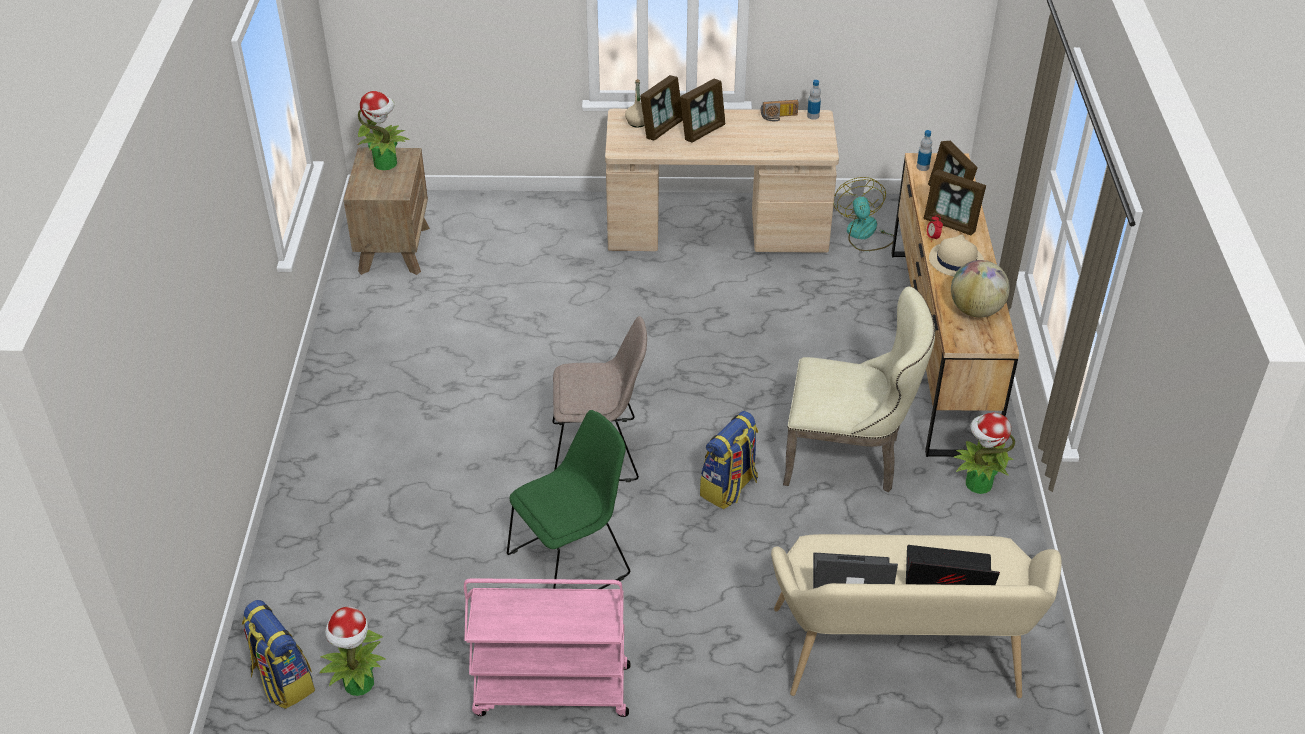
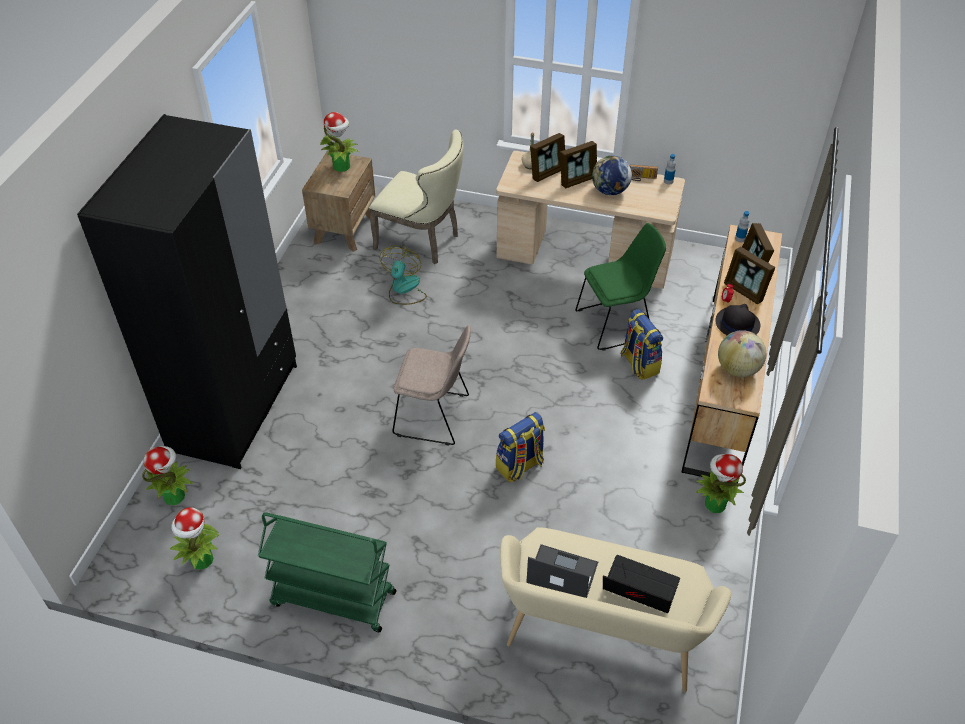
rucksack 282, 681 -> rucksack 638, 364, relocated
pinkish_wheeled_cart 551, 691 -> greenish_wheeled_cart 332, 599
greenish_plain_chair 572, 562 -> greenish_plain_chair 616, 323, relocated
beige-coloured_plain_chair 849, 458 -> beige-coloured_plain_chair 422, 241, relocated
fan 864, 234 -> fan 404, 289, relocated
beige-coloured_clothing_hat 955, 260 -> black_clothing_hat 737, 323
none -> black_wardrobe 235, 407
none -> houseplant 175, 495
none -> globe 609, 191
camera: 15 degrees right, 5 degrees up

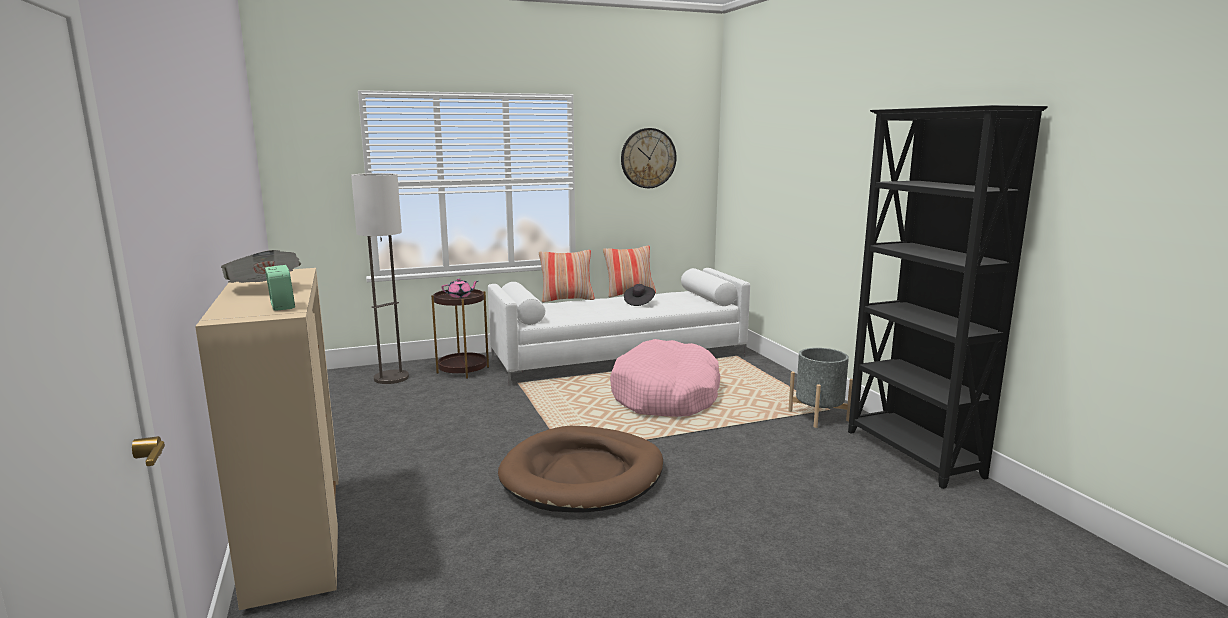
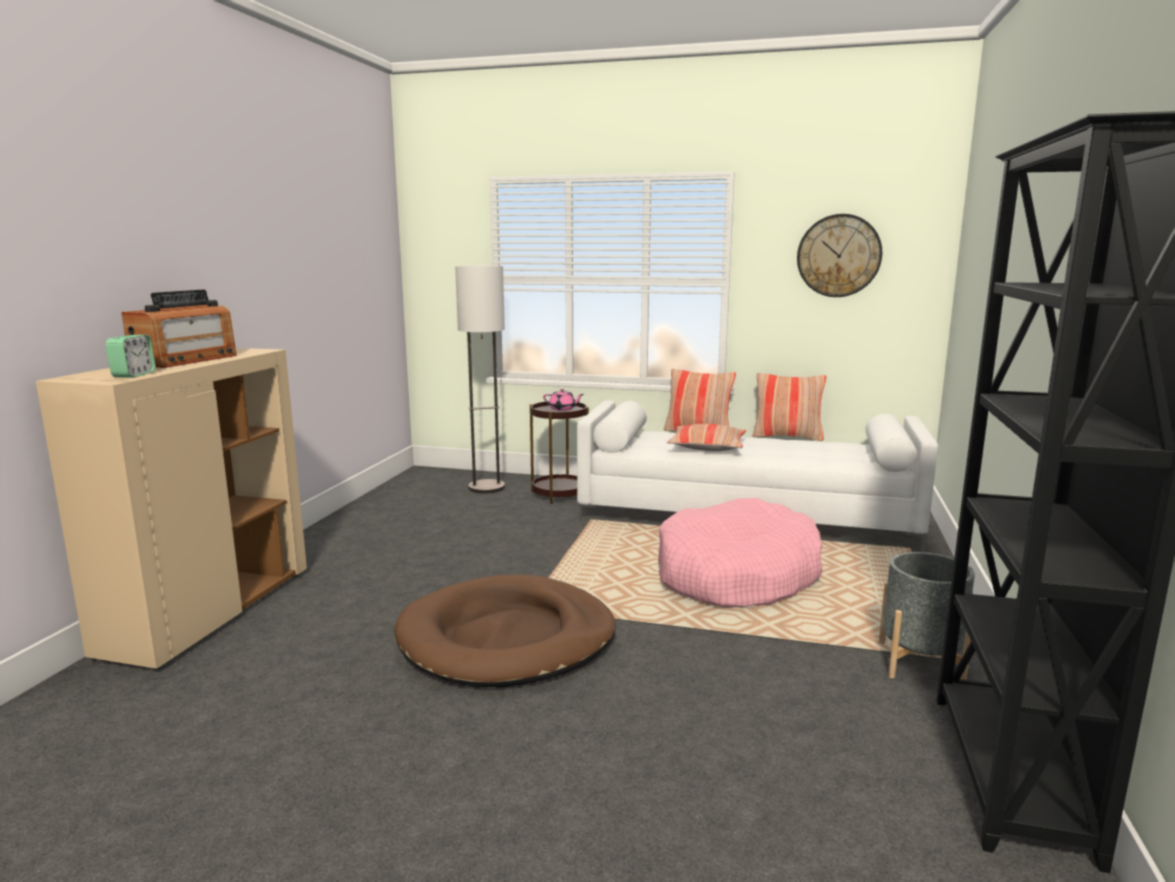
newspaper 264, 288 -> radio_receiver 185, 360
black_clothing_hat 639, 302 -> none
none -> cushion 707, 447
camera: 35 degrees right, 0 degrees up

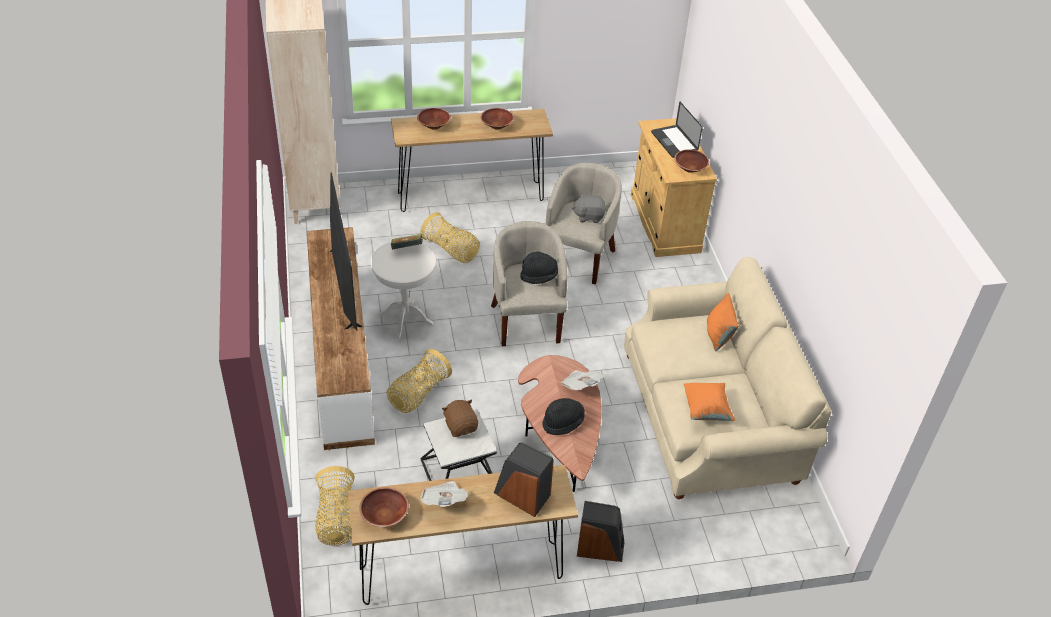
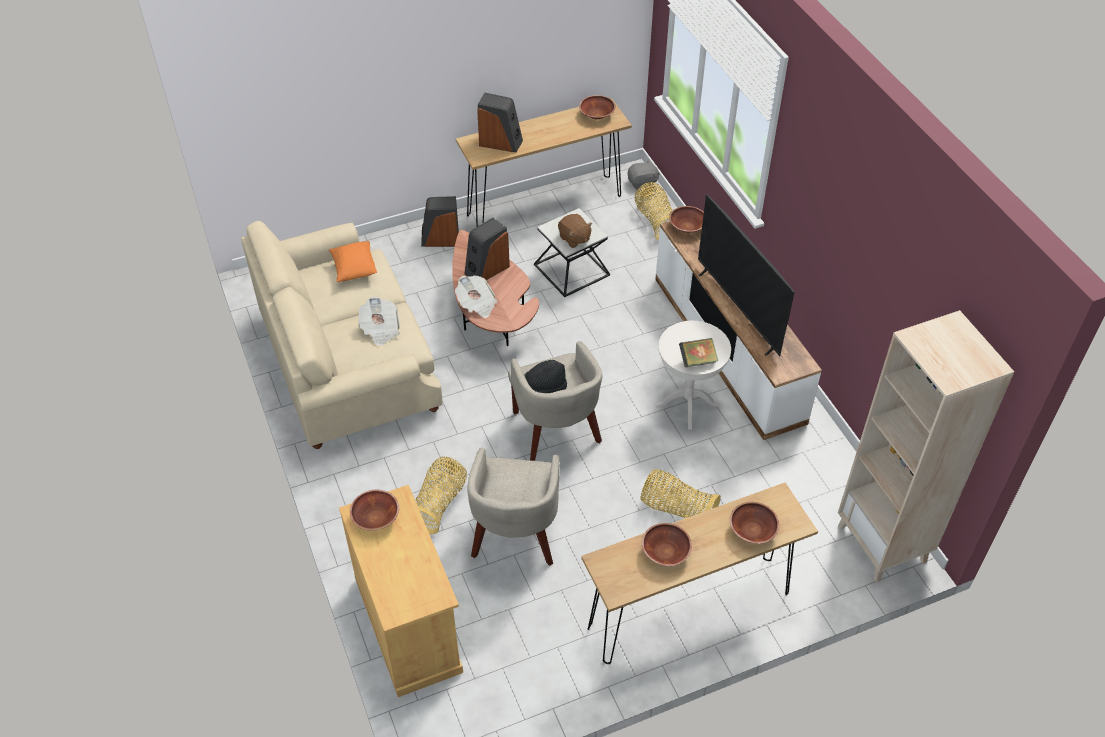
storage_basket 418, 394 -> storage_basket 438, 504, relocated
newspaper 444, 502 -> newspaper 380, 329, relocated
black_clothing_hat 563, 423 -> speaker 486, 269
gray_cuddly_toy 589, 216 -> gray_cuddly_toy 642, 183, relocated
notebook_computer 674, 142 -> none
orange_cushion 718, 336 -> none
none -> brown_serving_bowl 687, 227
camera: 170 degrees right, 5 degrees up

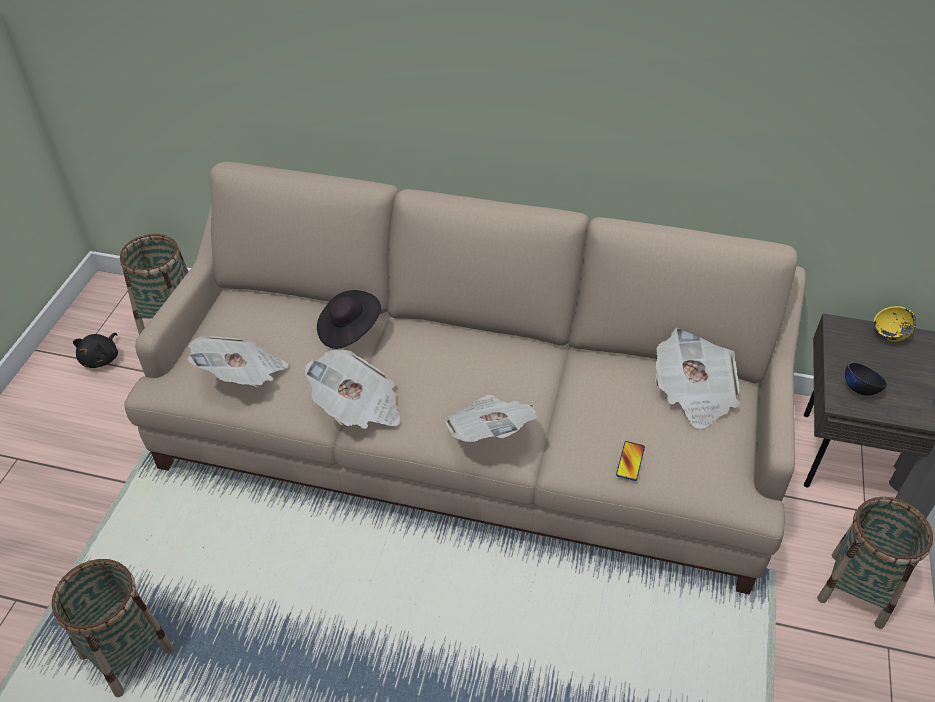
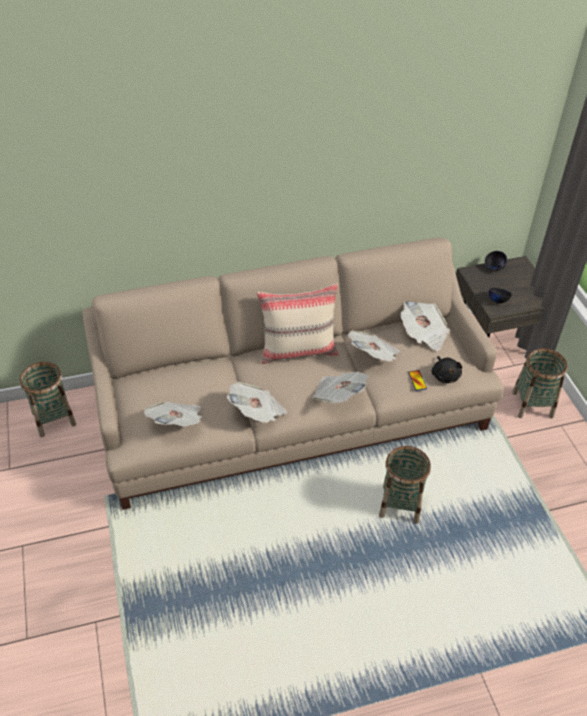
storage_basket 126, 652 -> storage_basket 400, 504, relocated
black_cuddly_toy 102, 358 -> black_cuddly_toy 445, 375, relocated
black_clothing_hat 348, 330 -> none
yellowish_serving_bowl 889, 335 -> black_serving_bowl 494, 268
none -> beige-coloured_cushion 298, 350
none -> newspaper 374, 356
camera: 30 degrees left, 0 degrees up

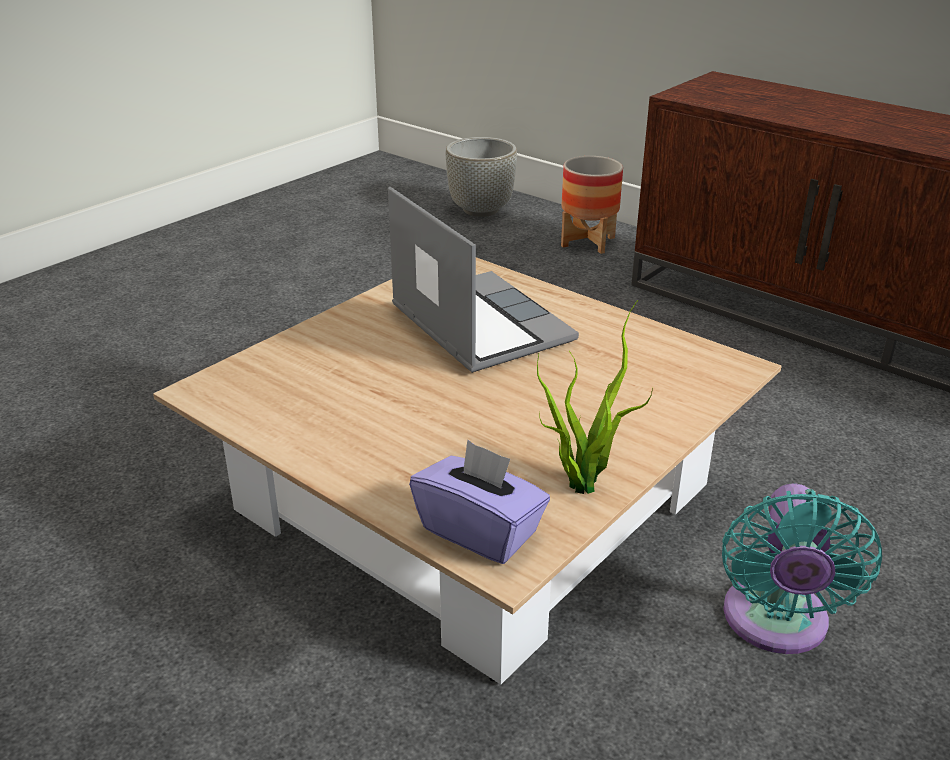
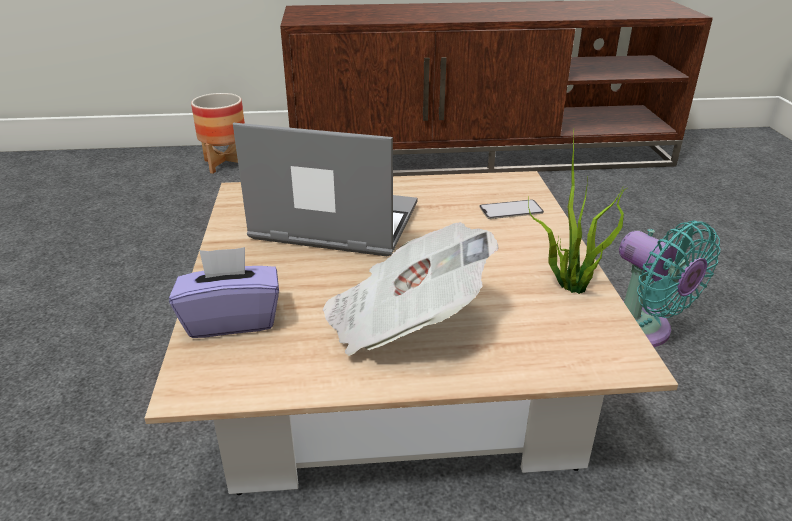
purple-coloured_box_of_tissues 480, 531 -> purple-coloured_box_of_tissues 232, 320, relocated
gray_plant_pot 481, 210 -> none
none -> newspaper 403, 322
none -> phone 511, 210
camera: 45 degrees left, 0 degrees up

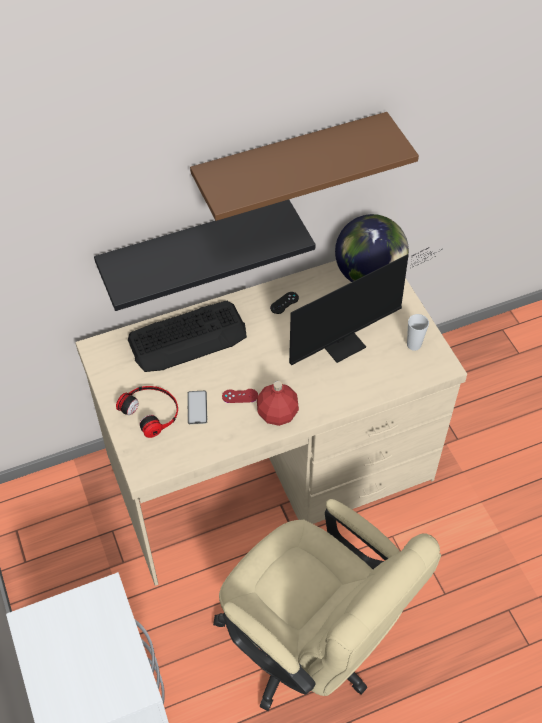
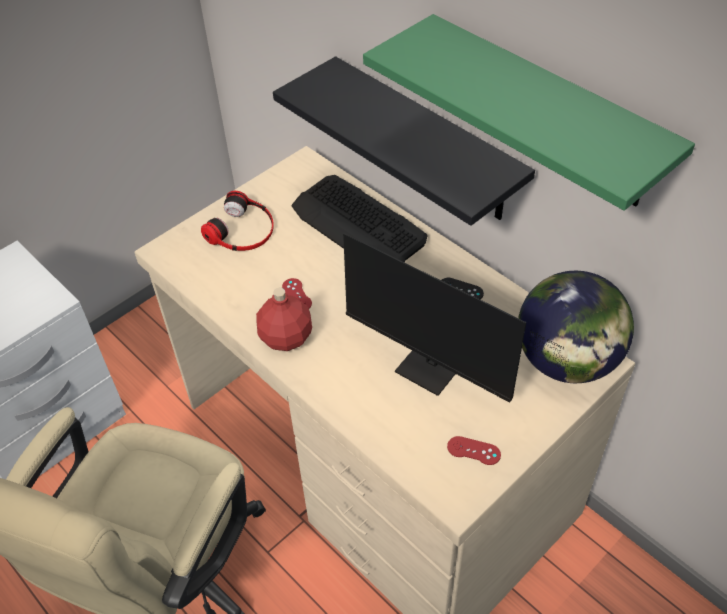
phone 197, 407 -> none
brown_bracket_shelf 290, 162 -> greenish_bracket_shelf 545, 113
cup 414, 345 -> red_game_controller 473, 450
camera: 70 degrees right, 5 degrees down

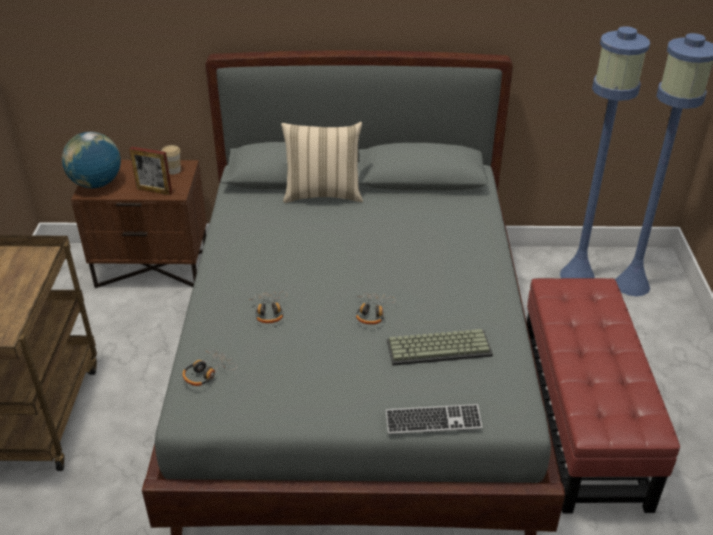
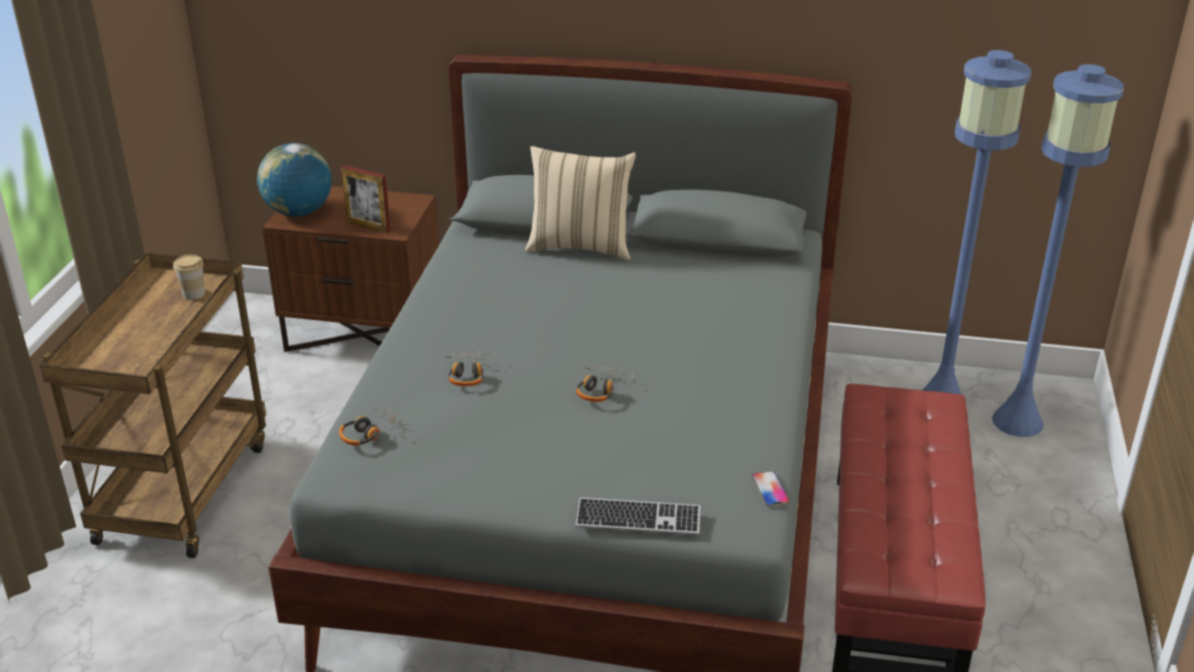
cup 173, 170 -> cup 193, 294, relocated
PC_keyboard 439, 347 -> none
none -> phone 770, 489
camera: 10 degrees right, 5 degrees down

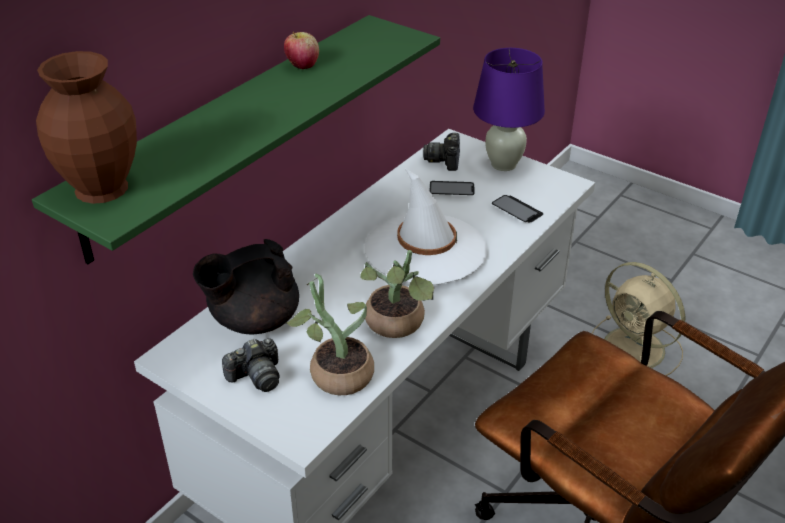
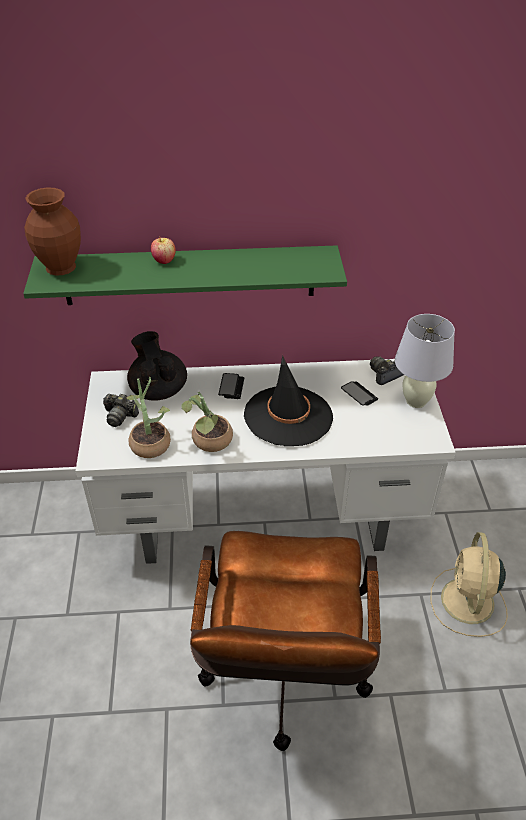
black_pot_for_tea 253, 320 -> black_pot_for_tea 158, 389, 45 degrees clockwise
whole_apple 302, 66 -> whole_apple 164, 260, relocated
white_clothing_hat 425, 249 -> black_clothing_hat 288, 416
purple-coloured_table_lamp 503, 164 -> white_table_lamp 415, 401
phone 517, 210 -> phone 231, 387, relocated
camera: 50 degrees right, 5 degrees up

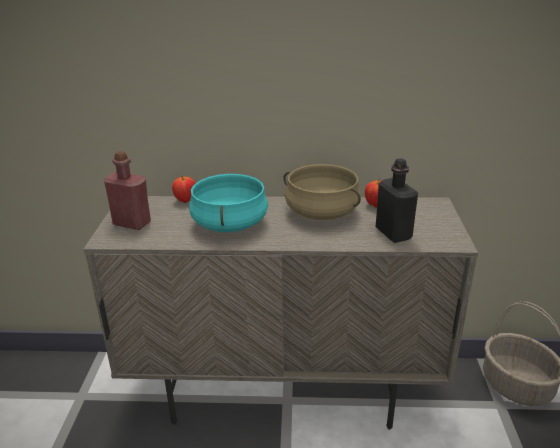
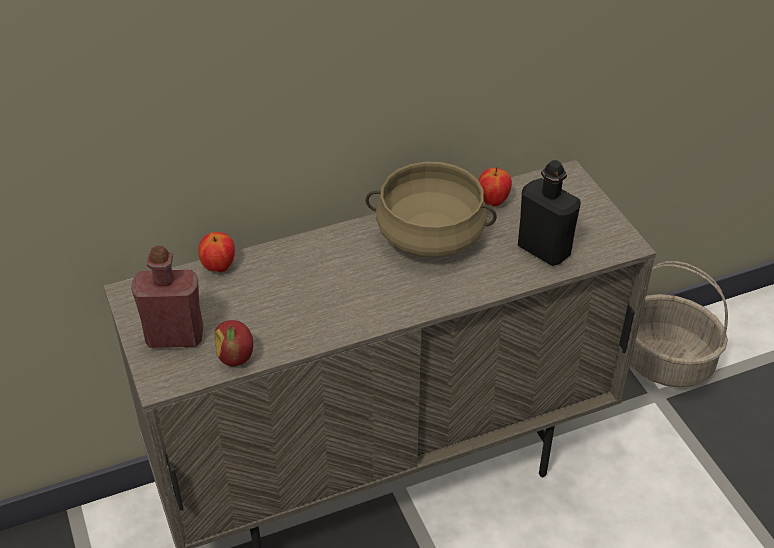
turquoise_cooking_pot 229, 224 -> none
none -> whole_apple 236, 358
camera: 25 degrees left, 15 degrees up

